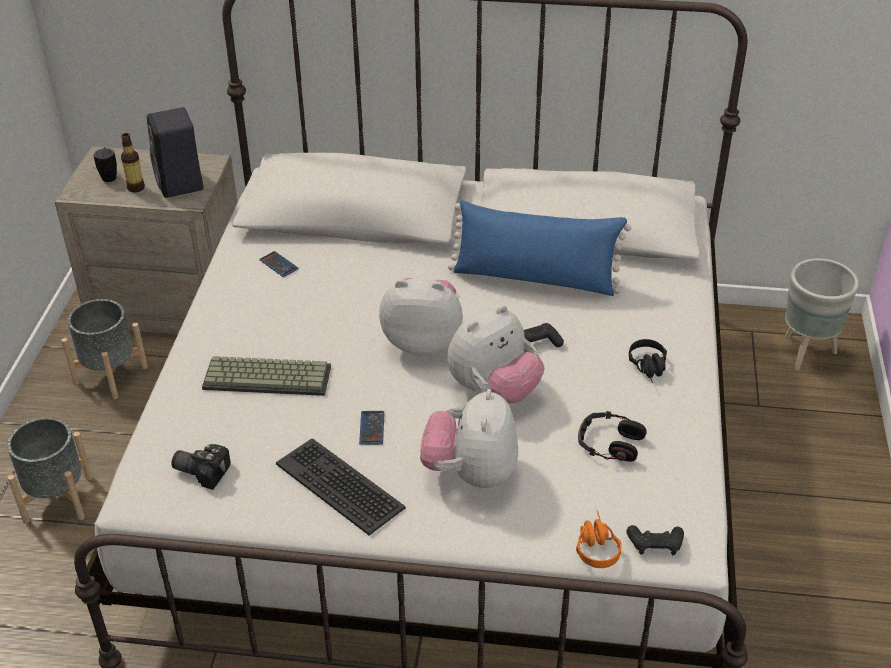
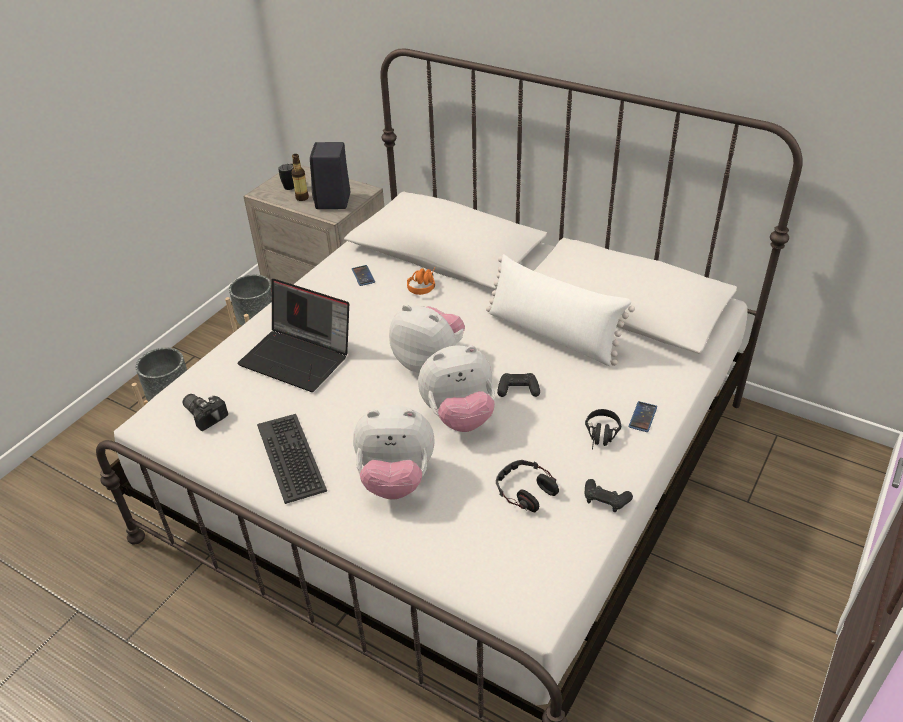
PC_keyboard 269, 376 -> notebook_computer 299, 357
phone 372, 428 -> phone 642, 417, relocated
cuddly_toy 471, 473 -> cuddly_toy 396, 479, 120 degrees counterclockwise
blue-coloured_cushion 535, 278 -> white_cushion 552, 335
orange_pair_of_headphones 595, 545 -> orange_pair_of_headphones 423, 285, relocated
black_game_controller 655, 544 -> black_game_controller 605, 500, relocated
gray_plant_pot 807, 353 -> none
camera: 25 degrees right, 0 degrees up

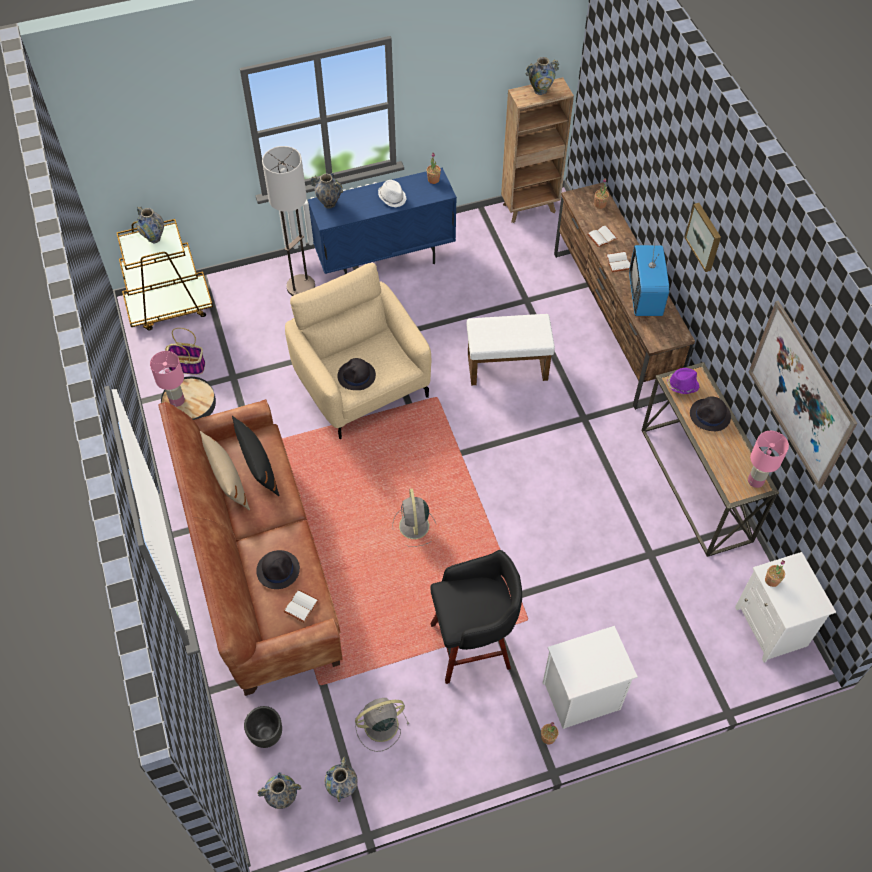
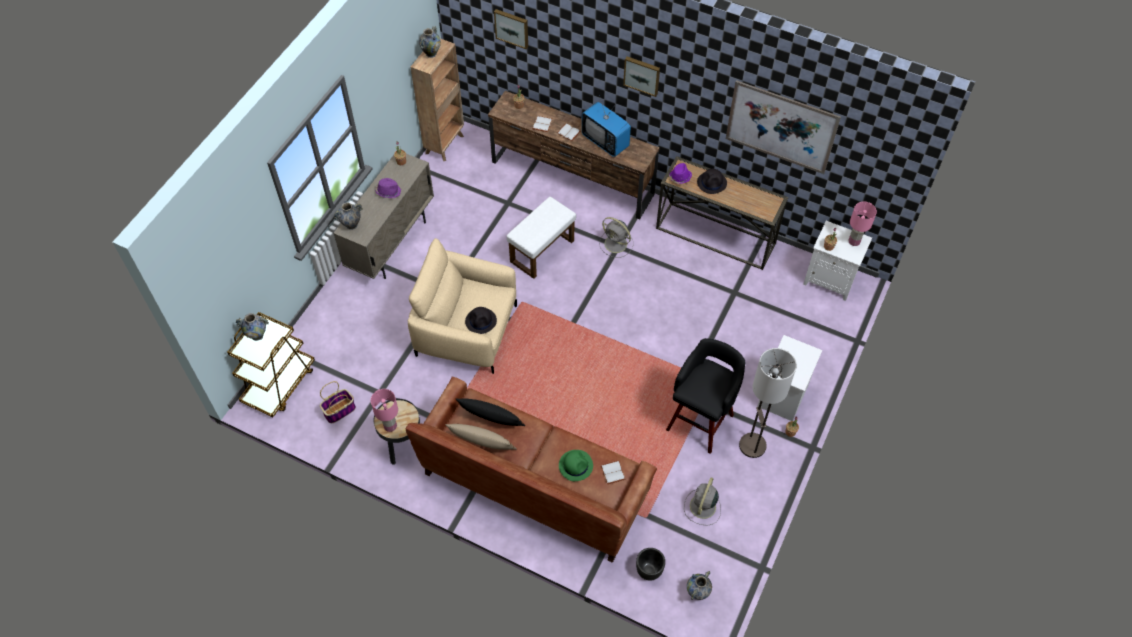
black_clothing_hat 278, 569 -> greenish_clothing_hat 575, 465
standard_lamp 300, 286 -> standard_lamp 752, 445, relocated
blue-coloured_cabinet 385, 261 -> beige-coloured_cabinet 392, 244
flower_vase 342, 788 -> none
white_clothing_hat 392, 197 -> purple-coloured_clothing_hat 388, 191
gray_fan 414, 527 -> gray_fan 616, 244, relocated
pinkish_table_lamp 755, 481 -> pinkish_table_lamp 854, 241, relocated
none -> wall_picture 512, 28
camera: 45 degrees left, 0 degrees up

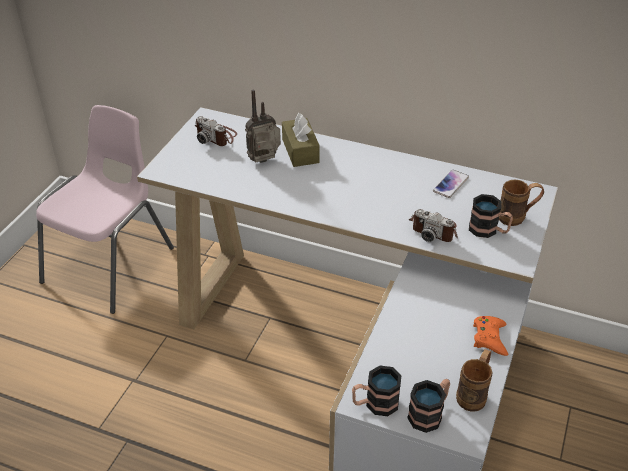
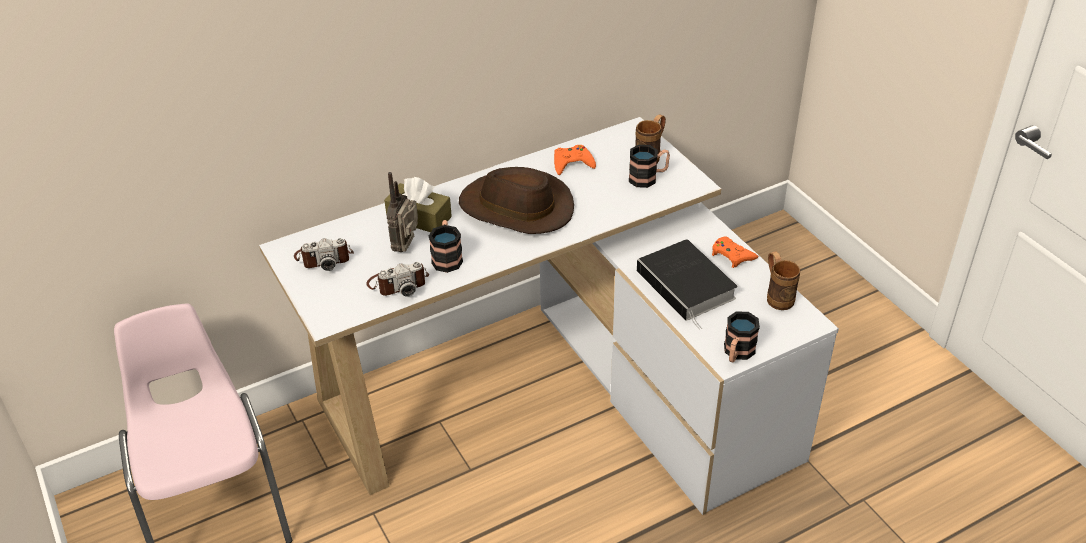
mug 429, 413 -> mug 447, 257, relocated
photo_camera 434, 229 -> photo_camera 398, 283, relocated
phone 451, 184 -> orange_game_controller 572, 163
none -> brown_clothing_hat 516, 208
none -> volume 688, 286
camera: 50 degrees left, 0 degrees up

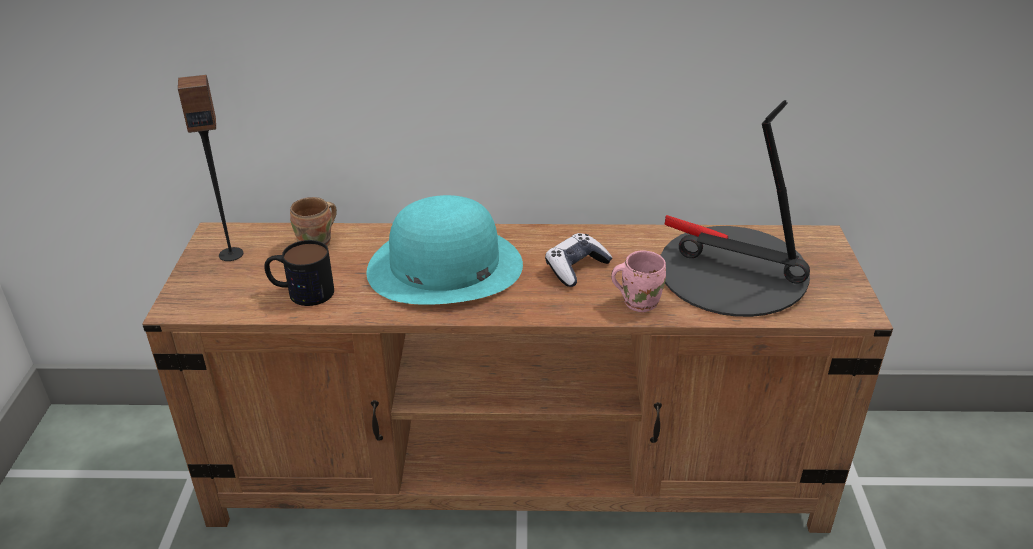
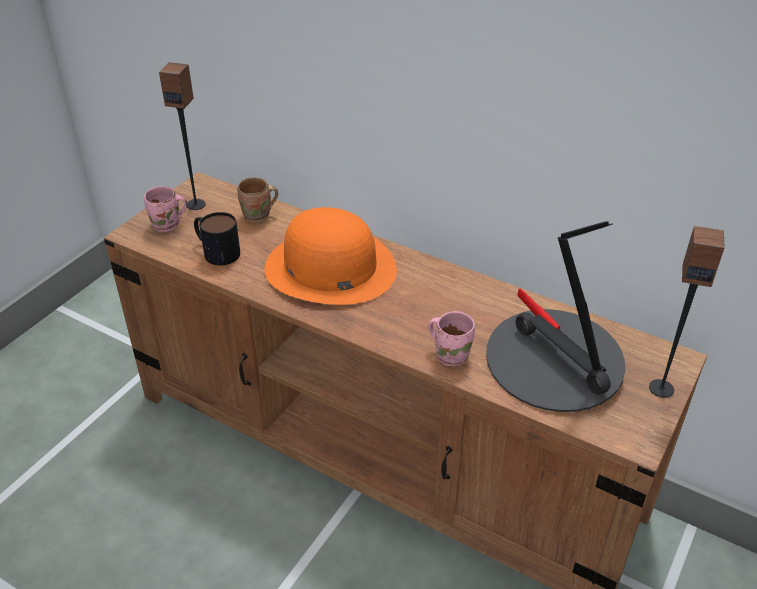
turquoise_clothing_hat 444, 267 -> orange_clothing_hat 329, 268
game_controller 576, 268 -> none
none -> pinkish_mug 168, 226
none -> speaker 661, 388
camera: 30 degrees right, 5 degrees up

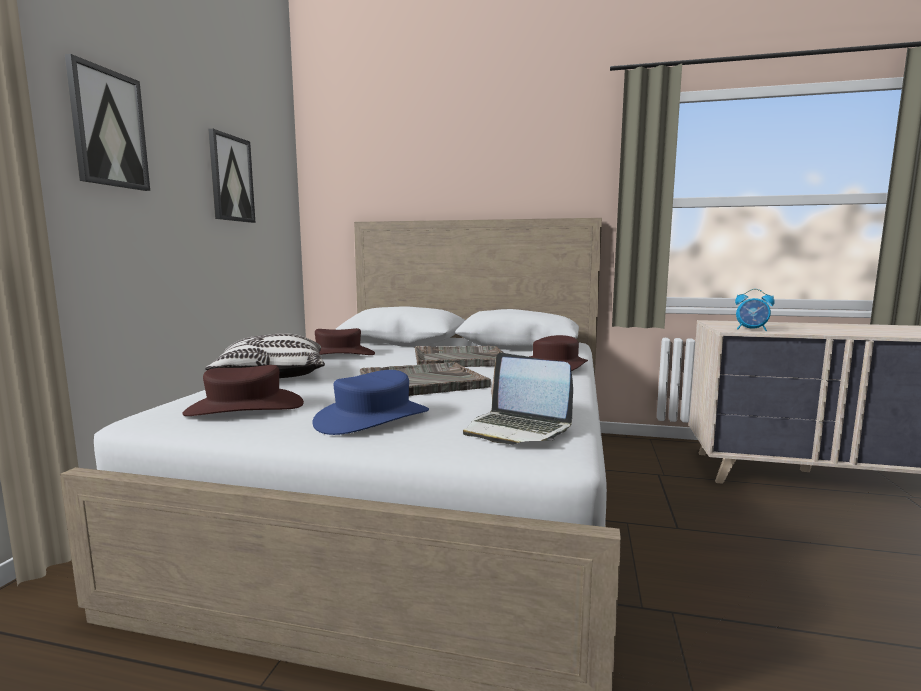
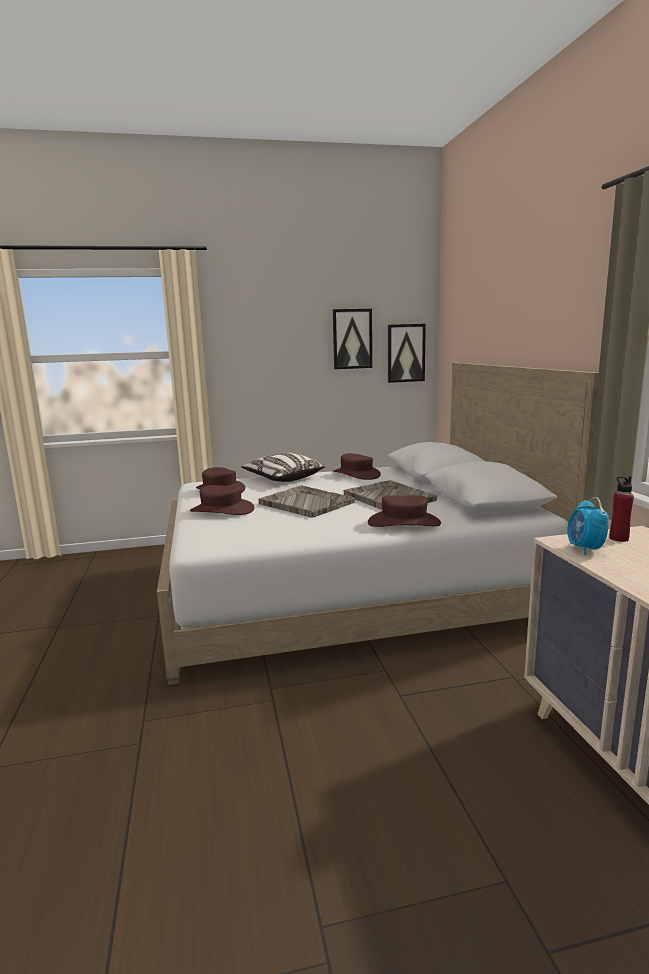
wall_picture 108, 128 -> wall_picture 405, 353, relocated
blue-coloured_clothing_hat 373, 418 -> brown_clothing_hat 222, 510
notebook_computer 516, 429 -> none
none -> red_bottle 618, 538
camera: 65 degrees right, 5 degrees up

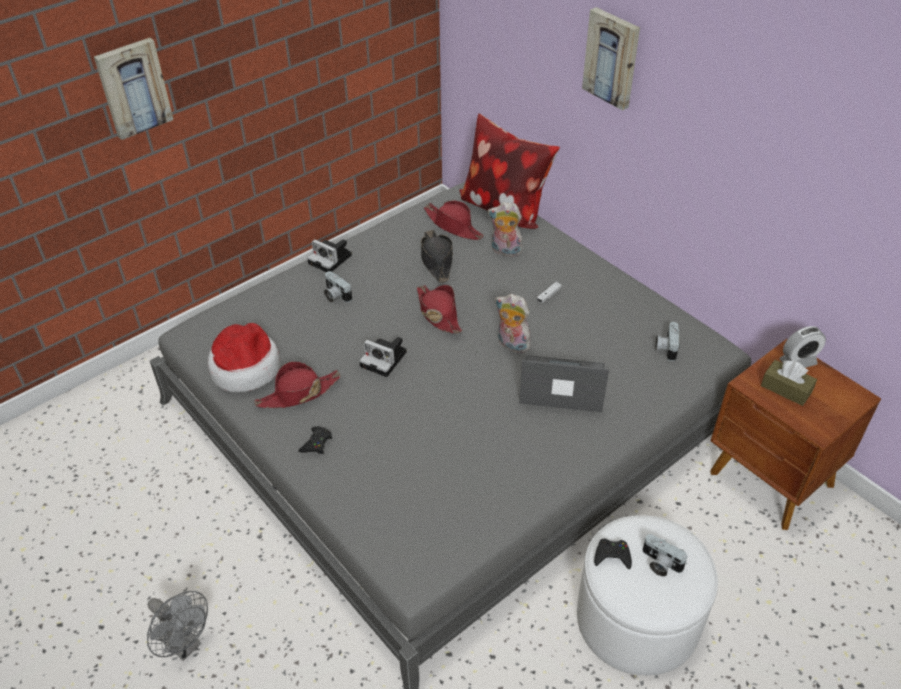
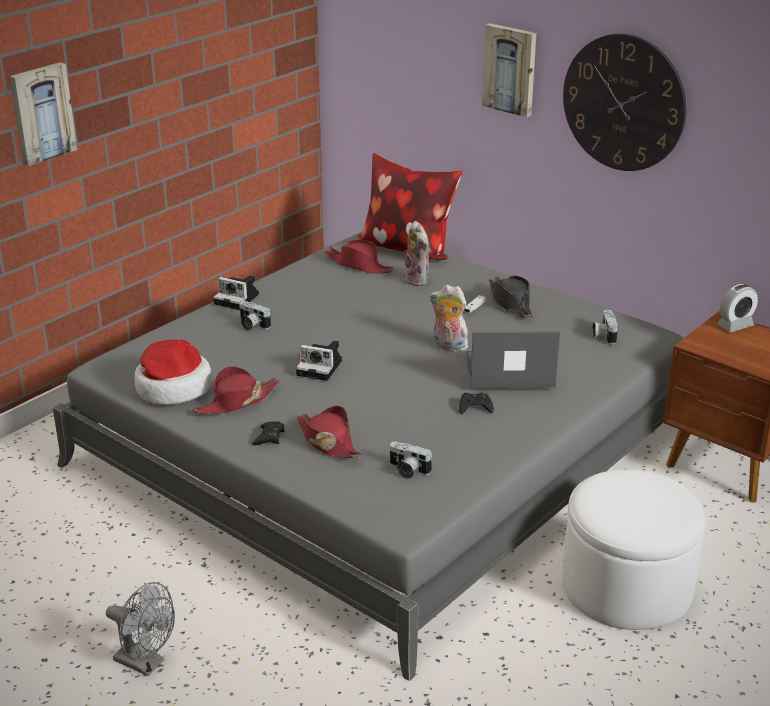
red_clothing_hat 438, 313 -> red_clothing_hat 328, 442, relocated
black_clothing_hat 436, 260 -> black_clothing_hat 510, 303, relocated
cuddly_toy 505, 251 -> cuddly_toy 418, 280, 120 degrees counterclockwise
black_game_controller 612, 556 -> black_game_controller 475, 407, relocated
photo_camera 659, 563 -> photo_camera 407, 470, relocated
brown_box_of_tissues 786, 389 -> none
none -> wall_clock 623, 103
camera: 10 degrees left, 15 degrees down

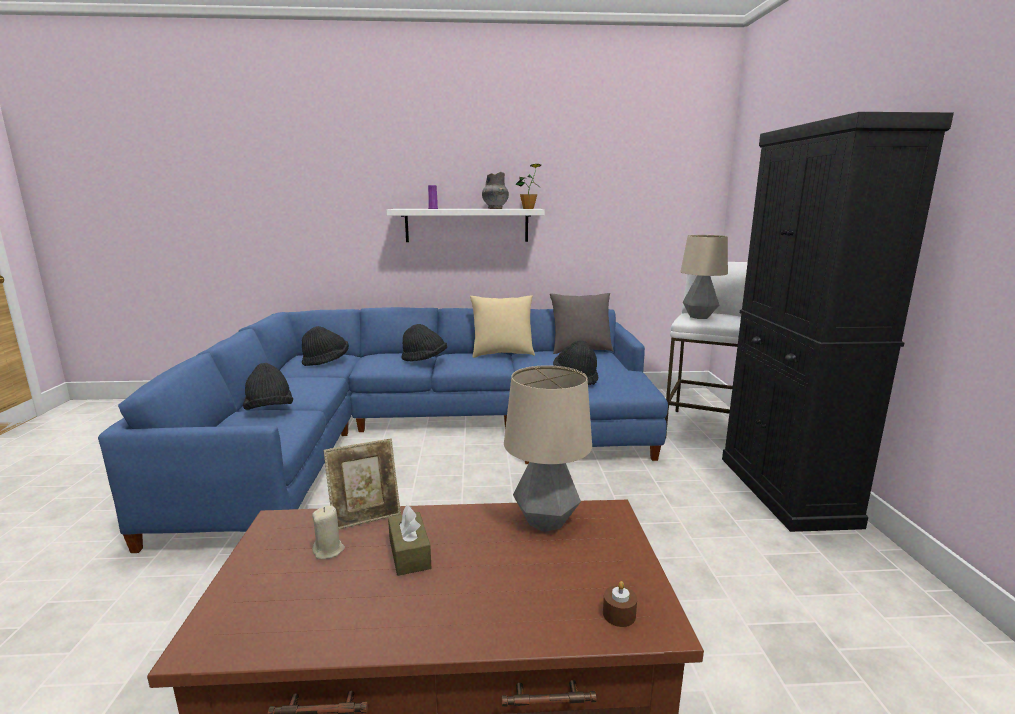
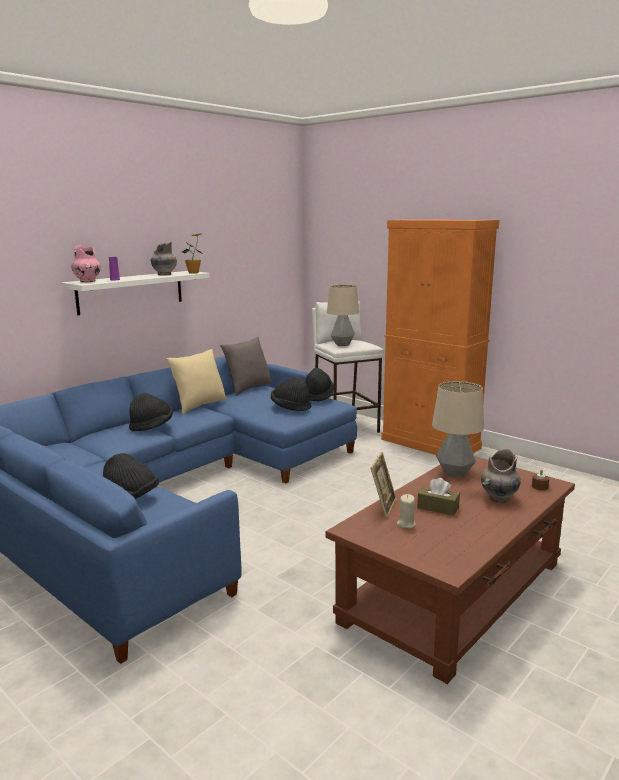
black_clothing_hat 326, 361 -> black_clothing_hat 318, 396, relocated
black_cabinet 785, 490 -> orange_cabinet 430, 444
none -> pinkish_flower_vase 87, 281
none -> gray_flower_vase 498, 499
camera: 45 degrees left, 0 degrees up

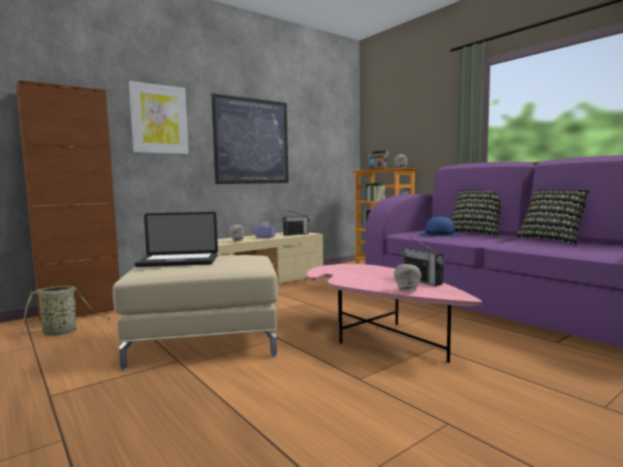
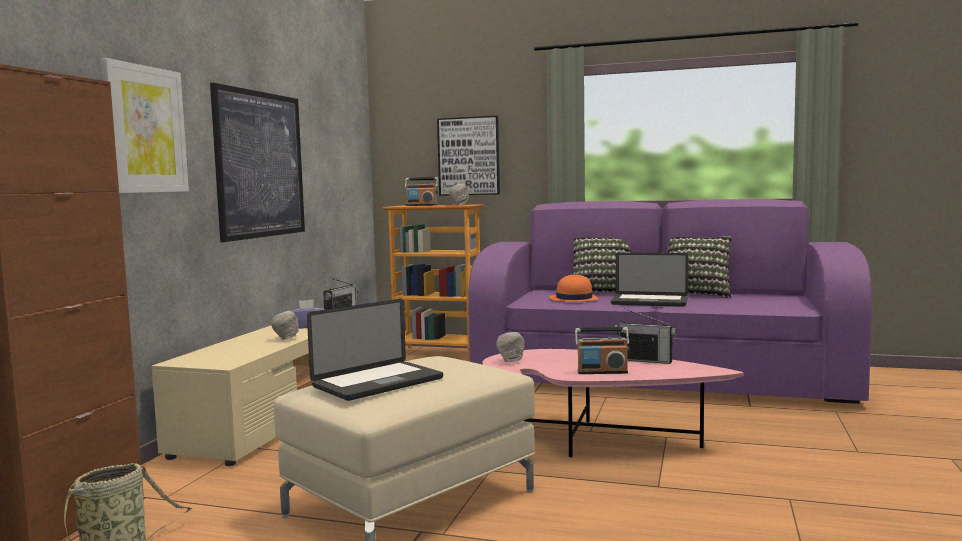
gray_serving_bowl 407, 291 -> gray_serving_bowl 511, 361, relocated
blue-coloured_clothing_hat 439, 235 -> orange_clothing_hat 573, 299
none -> wall_picture 469, 156
none -> radio_receiver 602, 372
none -> notebook_computer 649, 302
camera: 35 degrees left, 0 degrees up

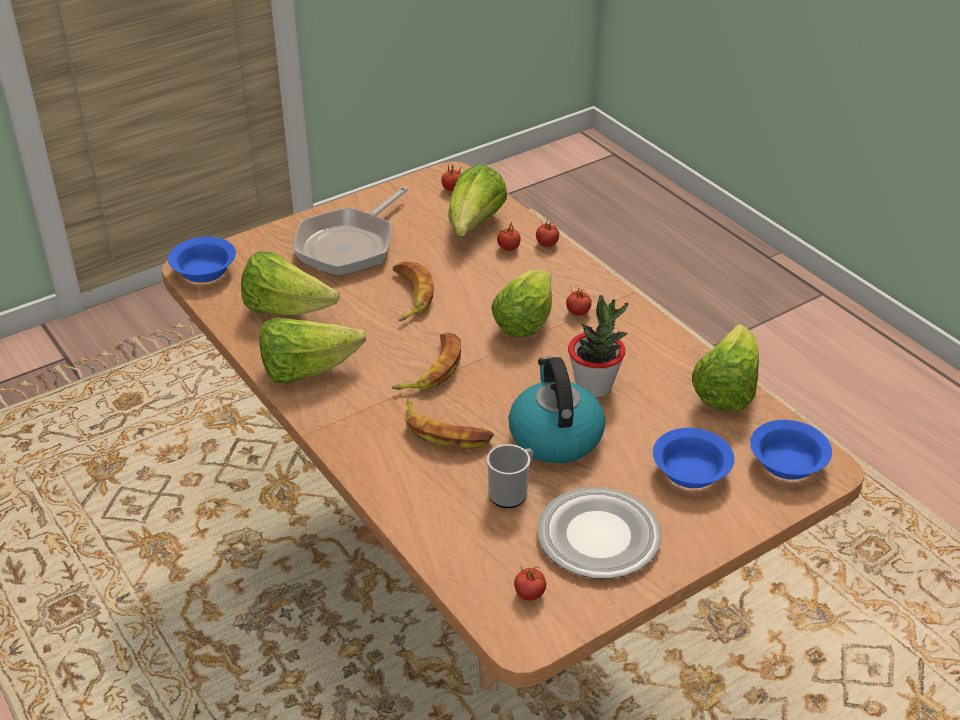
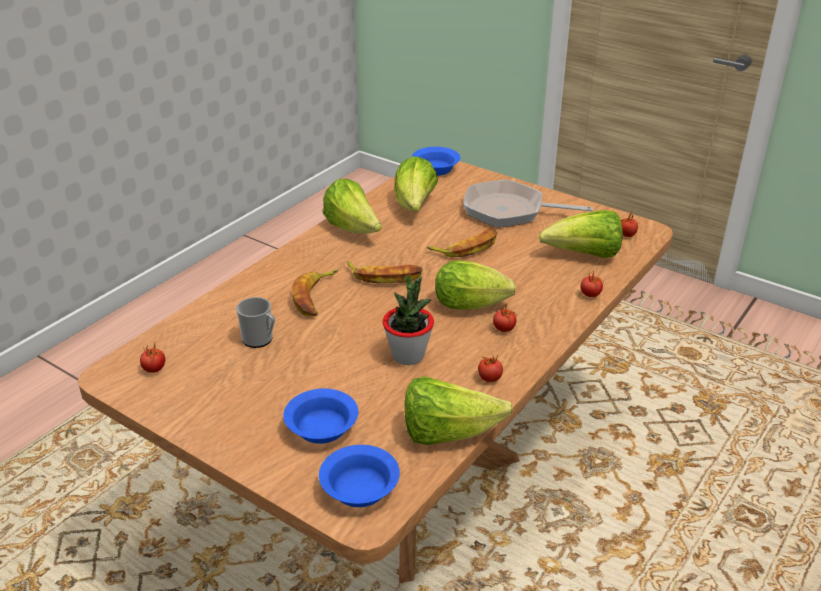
whole_tomato 508, 248 -> whole_tomato 489, 378, relocated
water_kettle 554, 436 -> none
flat_dish 597, 535 -> none
camera: 70 degrees right, 5 degrees down

